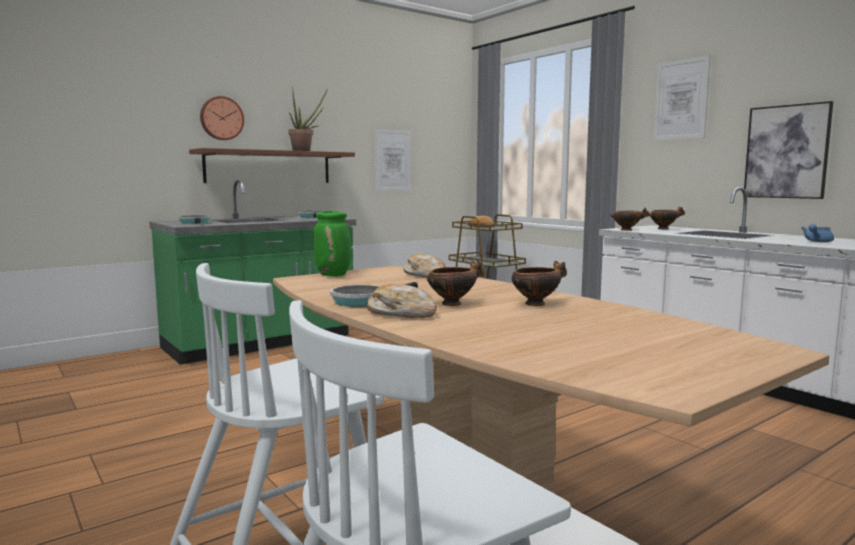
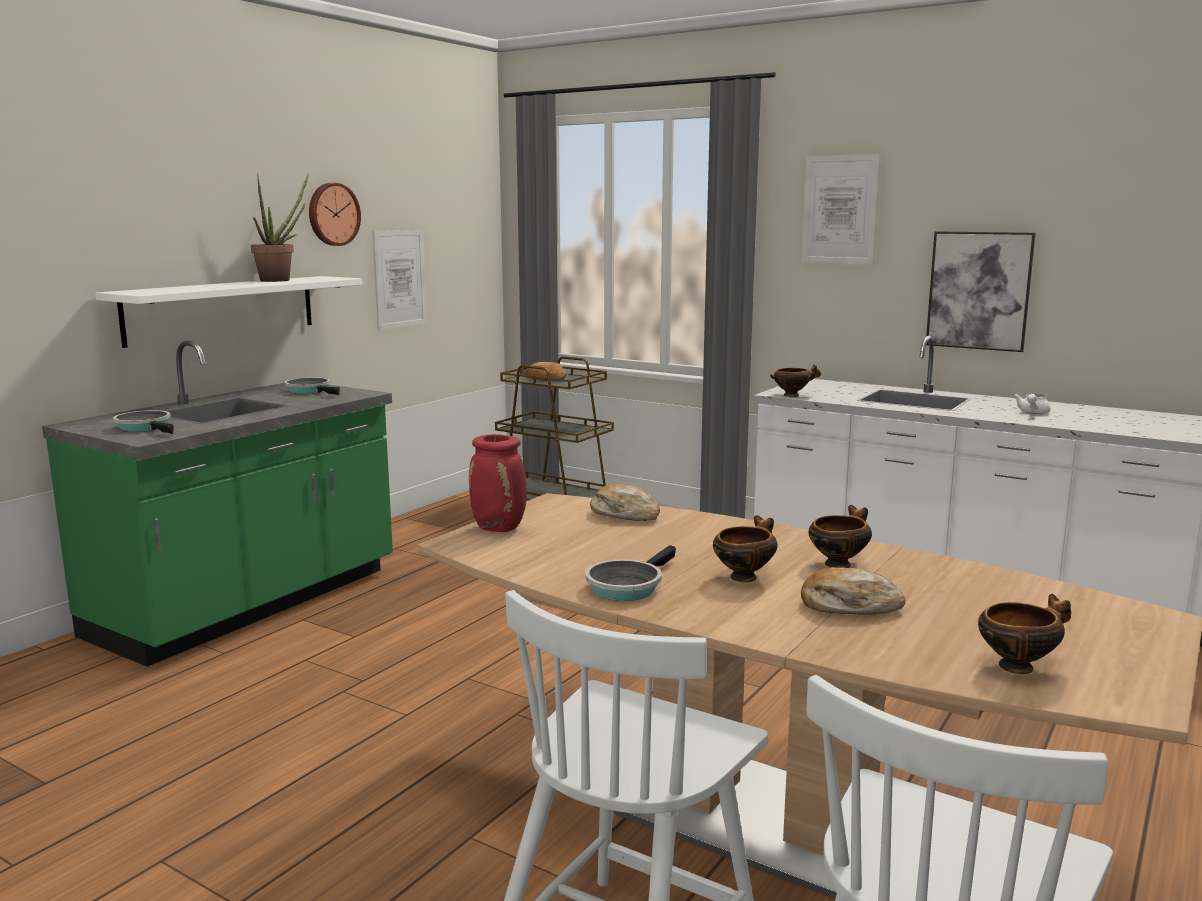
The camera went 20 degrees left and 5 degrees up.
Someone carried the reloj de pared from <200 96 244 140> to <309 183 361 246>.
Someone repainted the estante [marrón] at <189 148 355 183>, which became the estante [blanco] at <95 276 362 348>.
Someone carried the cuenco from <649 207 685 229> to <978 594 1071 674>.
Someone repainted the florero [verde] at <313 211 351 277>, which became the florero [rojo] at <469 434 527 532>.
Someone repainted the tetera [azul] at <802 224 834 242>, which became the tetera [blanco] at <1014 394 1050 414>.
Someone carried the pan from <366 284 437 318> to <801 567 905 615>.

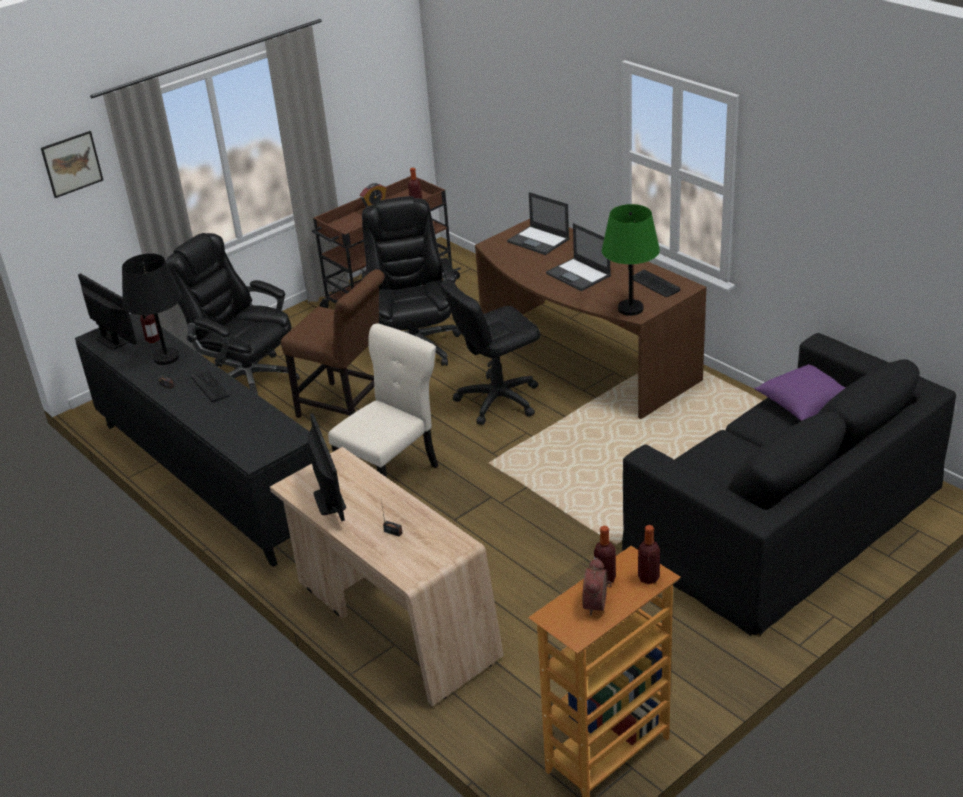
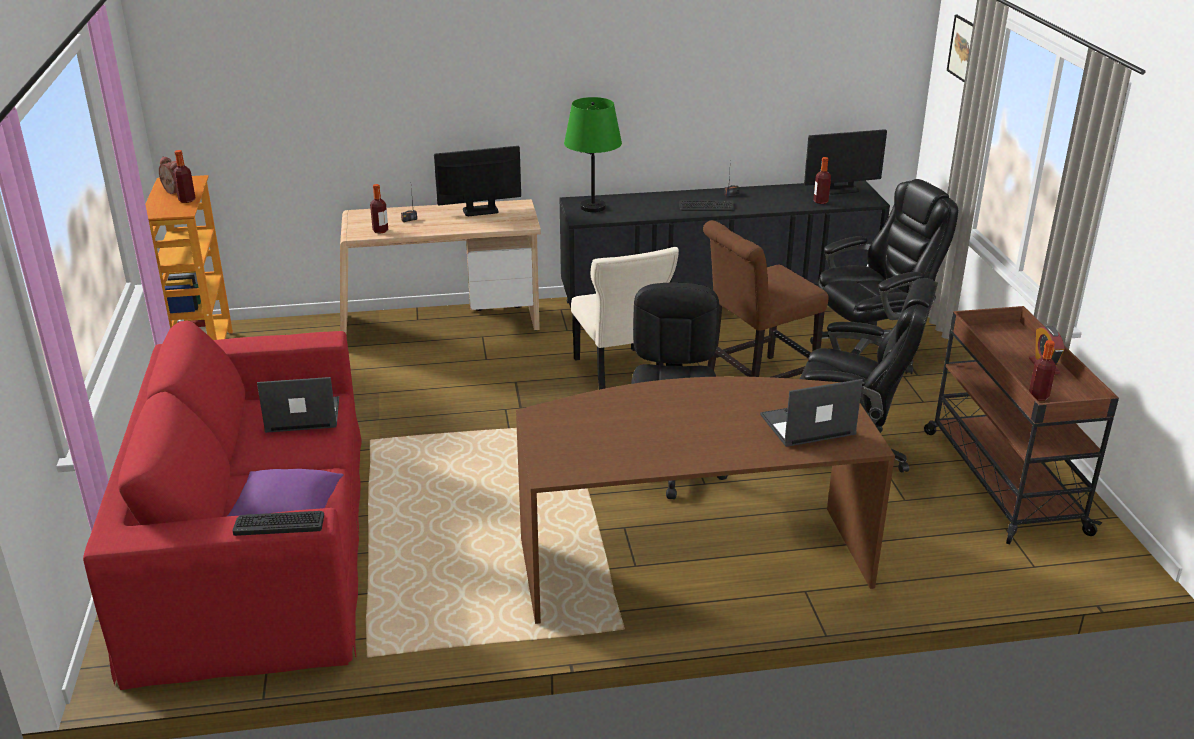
The camera went 120 degrees right and 5 degrees down.
Someone carried the lámpara de mesa [verde] from <602 204 660 316> to <564 97 622 212>.
Someone carried the portátil from <546 223 611 291> to <257 377 339 433>.
Someone took away the lámpara de mesa [negro] at <122 253 182 365>.
Someone carried the teclado from <632 270 680 297> to <232 511 324 536>.
Someone repainted the sofá [negro] at <622 333 956 636>, which became the sofá [rojo] at <83 321 362 690>.
Someone rotated the monitor at <308 413 346 521> by 150 degrees clockwise.
Someone carried the botella from <638 525 660 584> to <370 184 388 233>.

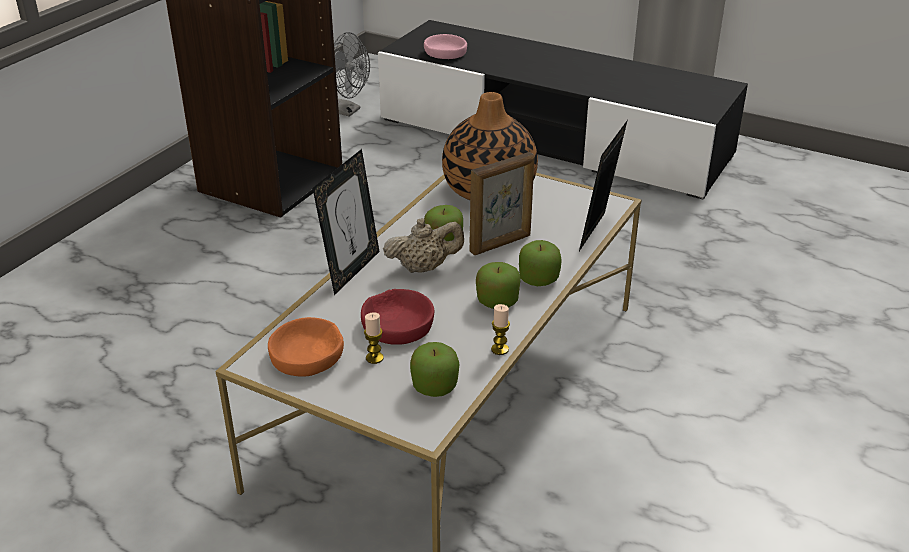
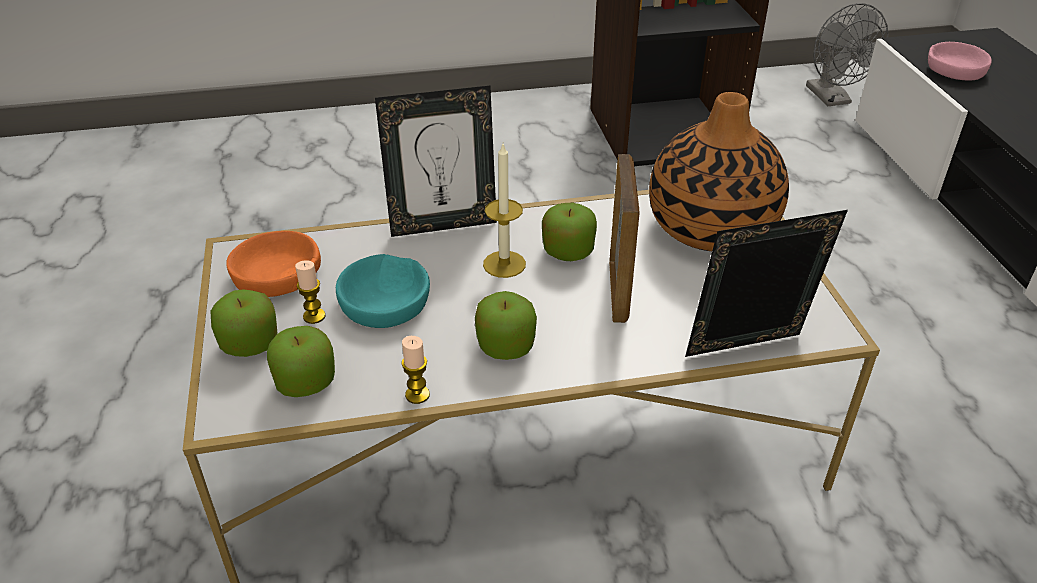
The camera went 50 degrees right and 5 degrees up.
Someone rotated the portarretratos at <469 152 534 255> by 105 degrees counterclockwise.
Someone swapped the tetera [beis] at <383 218 464 273> for the vela at <483 144 526 278>.
Someone carried the manzana from <519 240 562 286> to <210 289 278 357>.
Someone repainted the cuenco [rojo] at <361 289 434 345>, which became the cuenco [turquesa] at <336 254 430 328>.

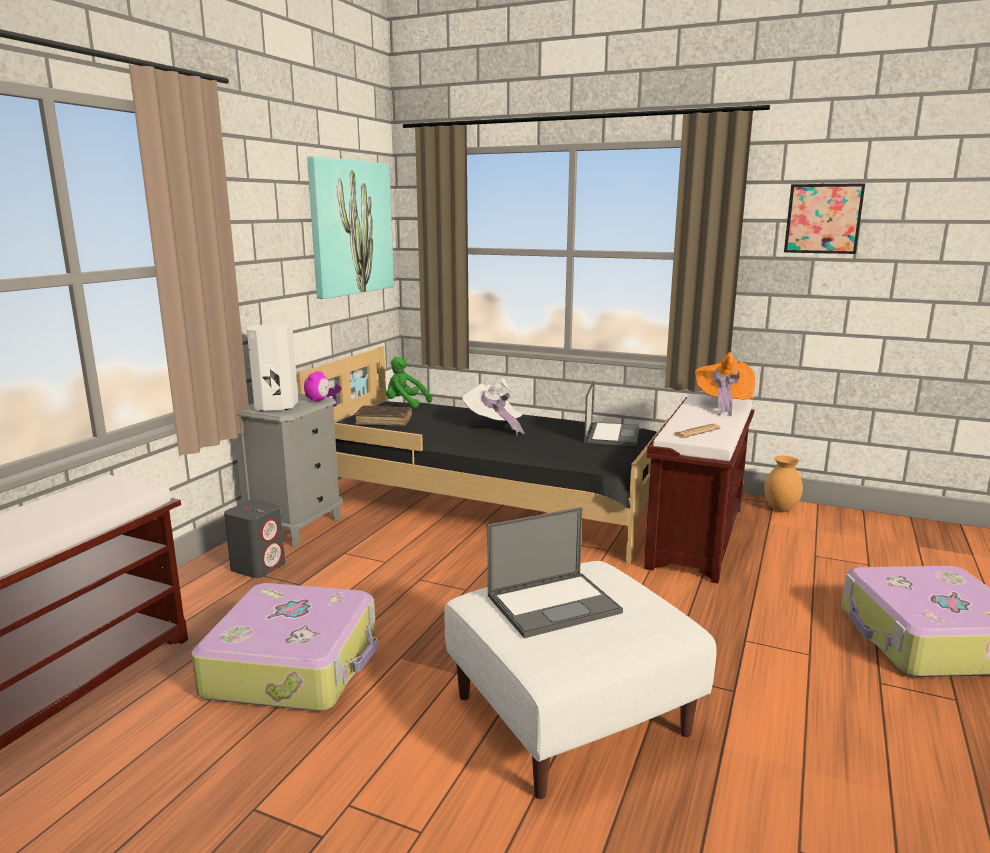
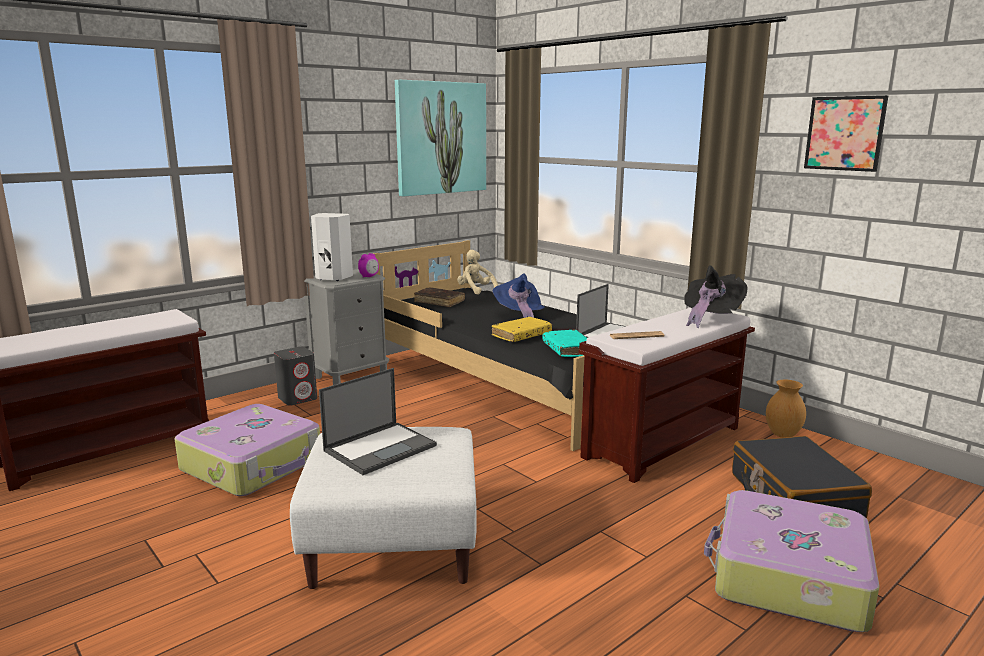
The camera went 25 degrees right and 0 degrees up.
Someone repainted the sombrero [naranja] at <695 352 755 416>, which became the sombrero [negro] at <684 265 748 328>.
Someone repainted the peluche [verde] at <386 357 432 408>, which became the peluche [beis] at <457 250 498 295>.
Someone repainted the sombrero [blanco] at <462 378 524 436>, which became the sombrero [azul] at <492 273 545 318>.
Someone rotated the portátil at <488 507 623 638> by 45 degrees counterclockwise.
Someone put down the libro [amarillo] at <492 317 552 342>.
Someone put down the libro [turquesa] at <542 330 587 357>.
Someone put down the maleta [negro] at <732 436 872 518>.

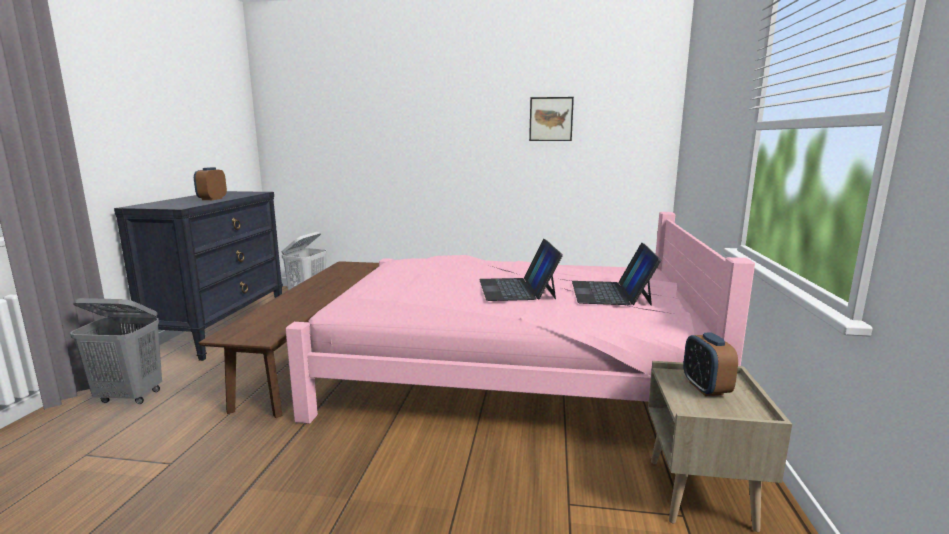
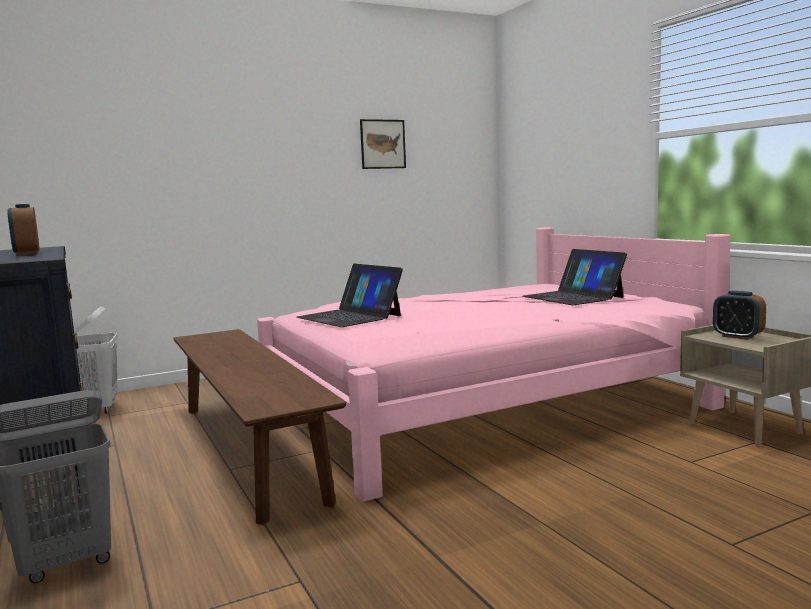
The camera went 35 degrees left and 5 degrees down.
Someone carried the portátil from <479 239 563 301> to <297 264 403 327>.

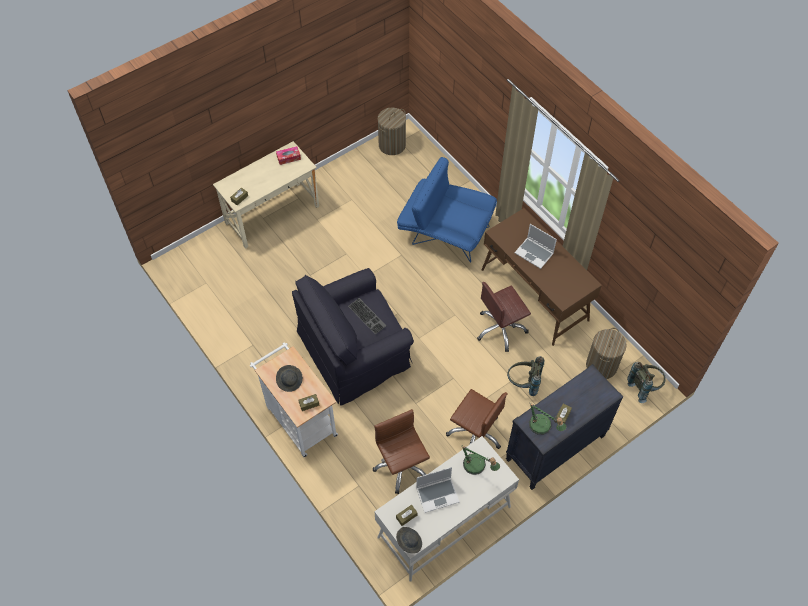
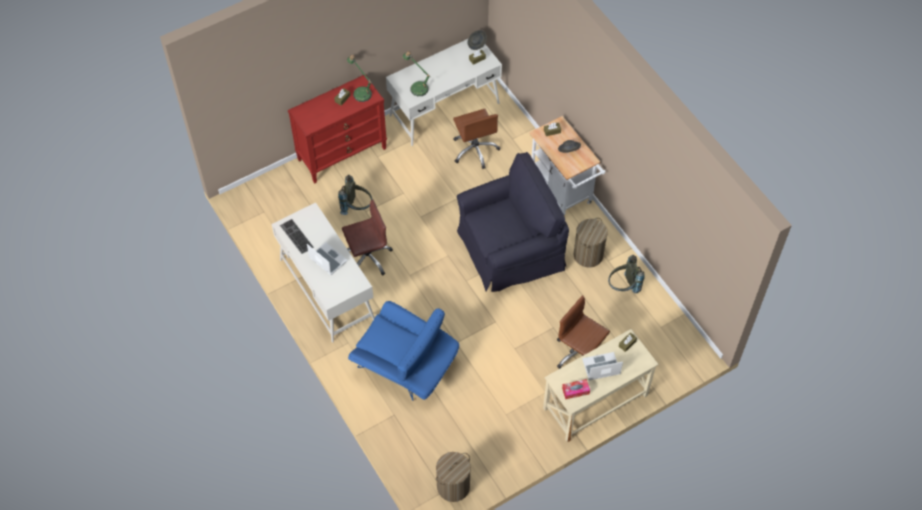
The camera went 175 degrees left and 0 degrees up.
Someone repainted the escritorio [marrón] at <482 208 602 346>, which became the escritorio [blanco] at <272 203 375 342>.
Someone carried the teclado from <348 298 387 334> to <280 219 314 254>.
Someone carried the cesto de la ropa from <586 328 627 379> to <574 218 608 268>.
Someone carried the mochila [gris] from <627 362 666 403> to <608 255 645 294>.
Someone repainted the cómoda [negro] at <506 364 624 490>, which became the cómoda [rojo] at <288 74 387 184>.
Someone carried the silla de oficina [marrón] from <446 389 508 449> to <557 295 610 369>.
Someone carried the portátil from <416 467 459 513> to <582 352 623 380>.

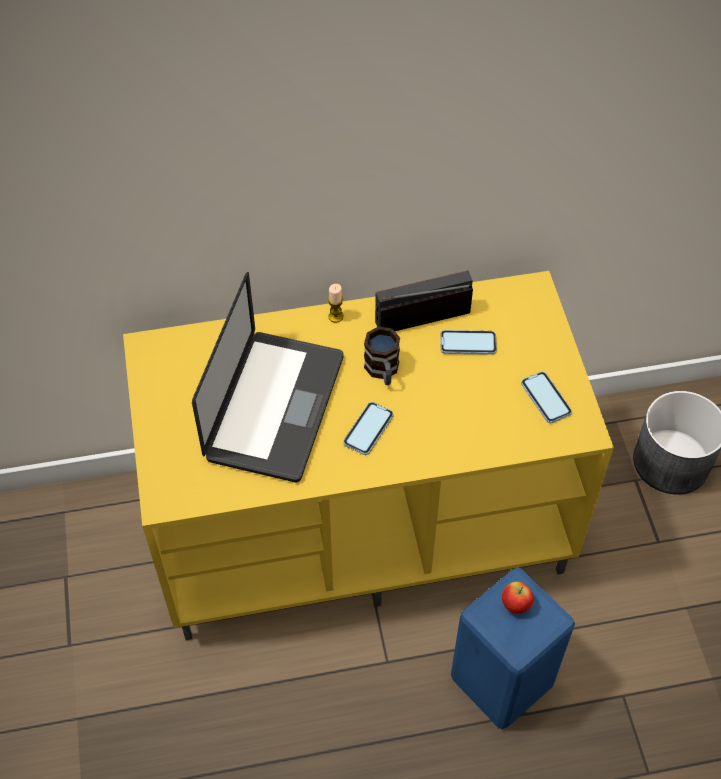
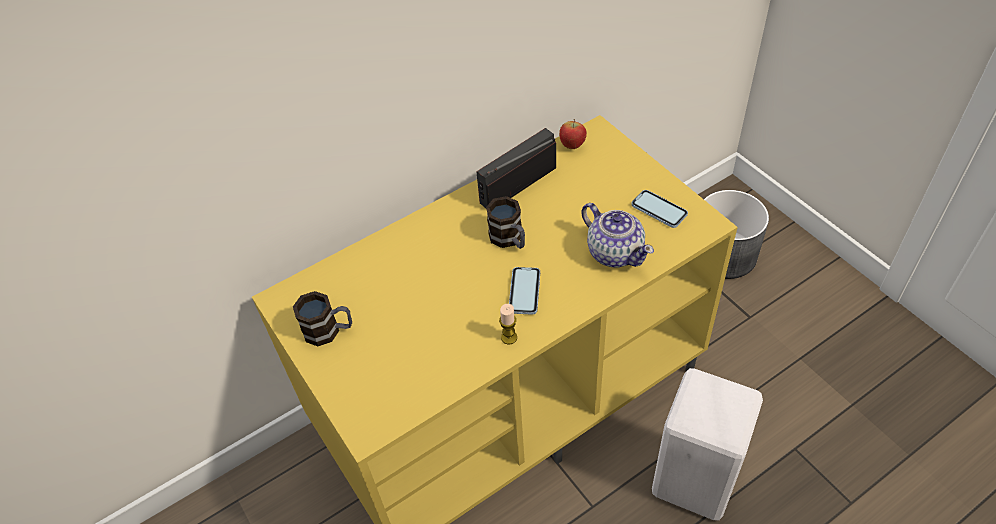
The camera went 20 degrees left and 5 degrees down.
Someone took away the portátil at <192 272 344 482>.
Someone carried the vela from <328 284 343 323> to <499 304 517 344>.
Someone took away the móvil at <440 330 497 355>.
Someone repainted the taburete [azul] at <451 568 575 729>, which became the taburete [blanco] at <652 368 763 521>.
Someone carried the manzana from <502 582 534 614> to <559 119 587 149>.
Someone put down the tetera at <581 203 654 268>.
Someone put down the taza grande at <293 291 352 346>.

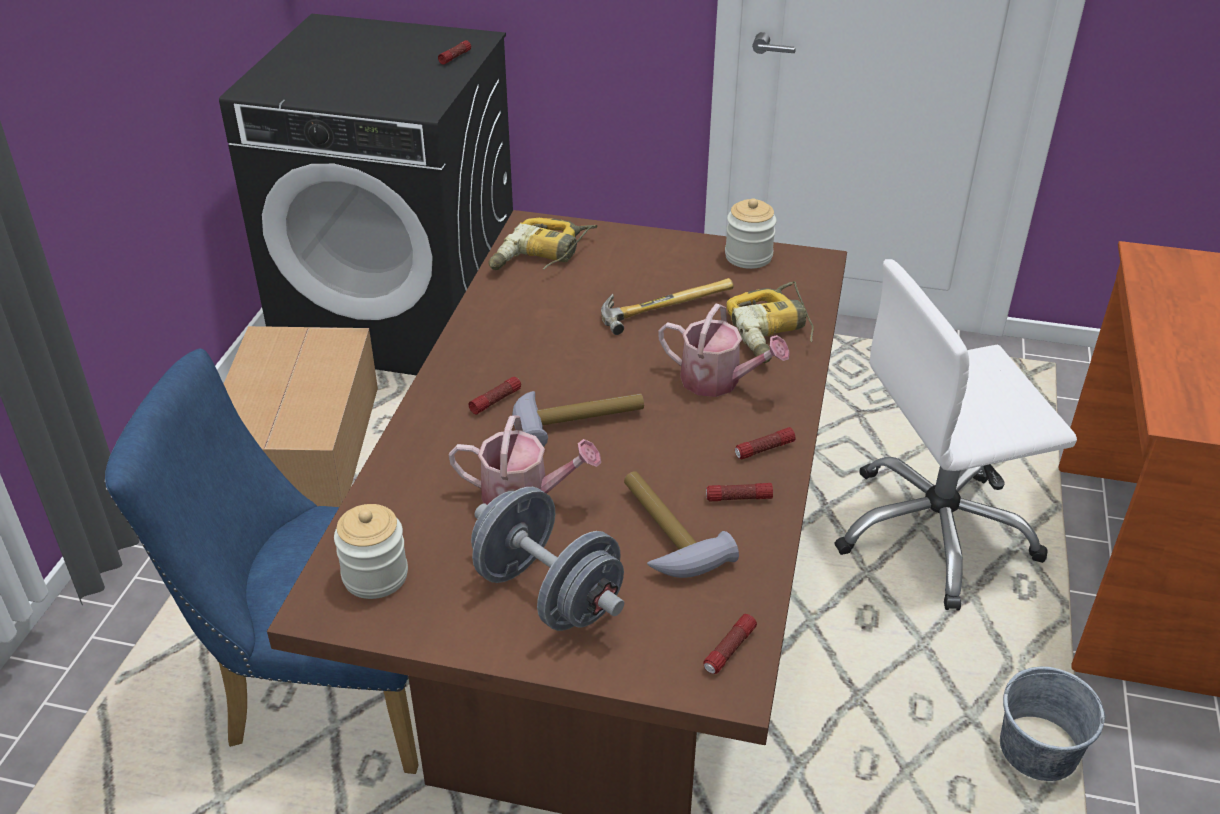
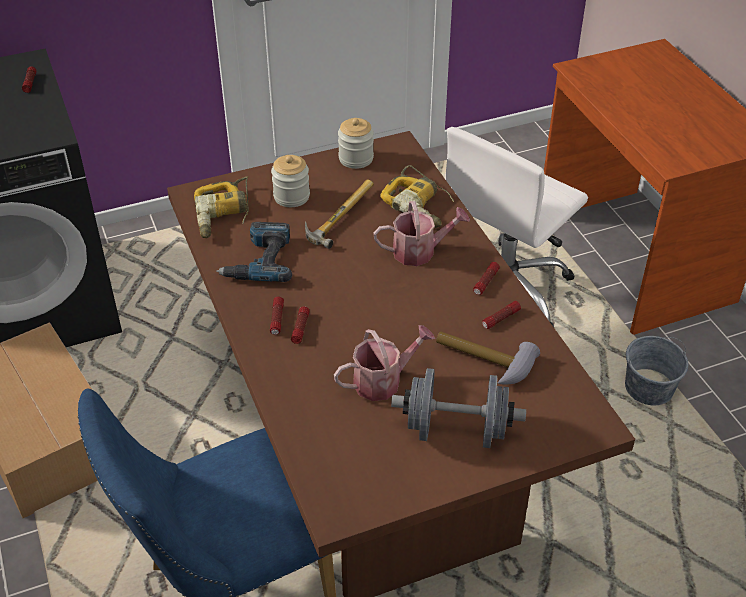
The camera went 35 degrees left and 5 degrees up.
Someone took away the martillo at <512 391 644 447>.
Someone carried the tarro from <334 504 408 599> to <271 155 310 207>.
Someone carried the linterna from <703 614 757 674> to <270 297 284 335>.
Someone put down the taladro at <216 222 292 282>.

